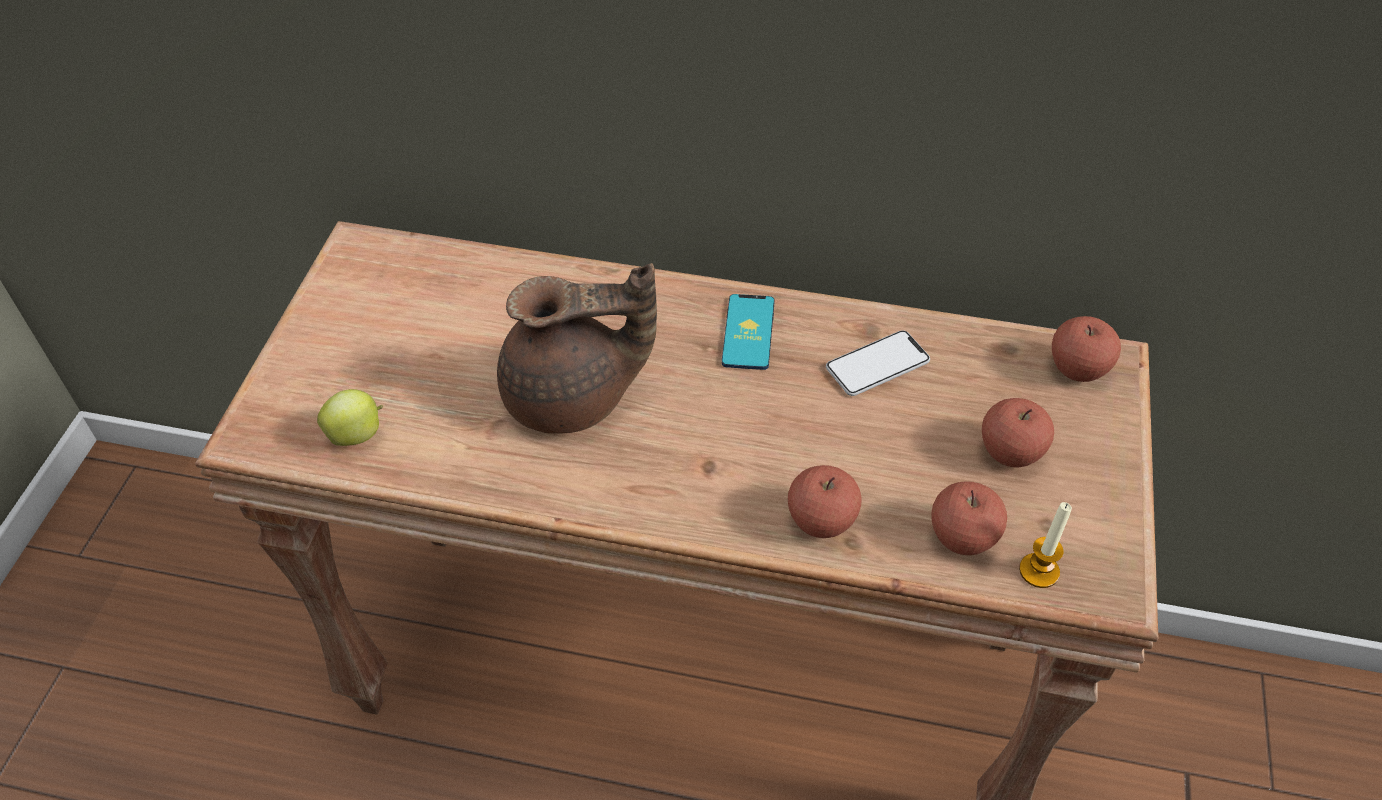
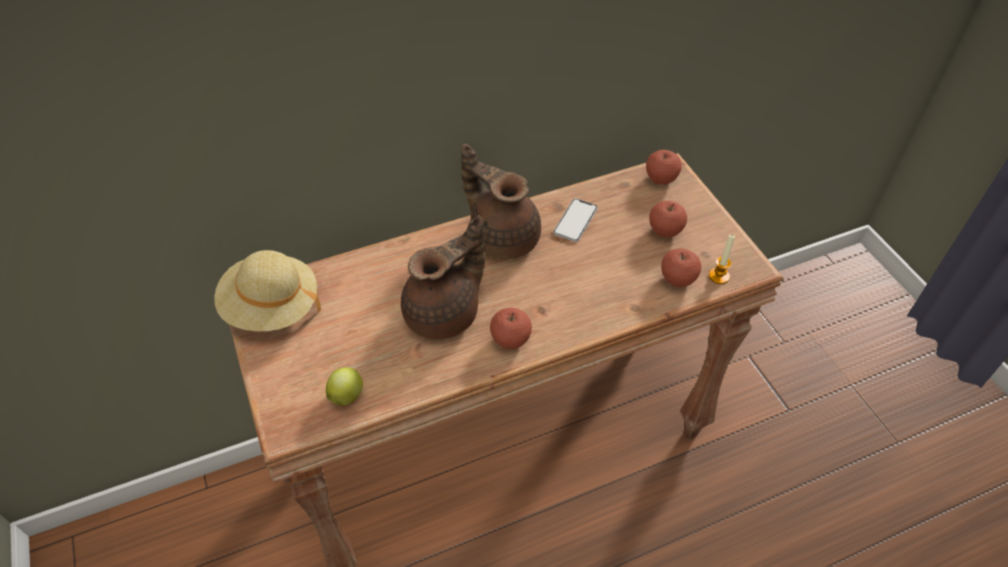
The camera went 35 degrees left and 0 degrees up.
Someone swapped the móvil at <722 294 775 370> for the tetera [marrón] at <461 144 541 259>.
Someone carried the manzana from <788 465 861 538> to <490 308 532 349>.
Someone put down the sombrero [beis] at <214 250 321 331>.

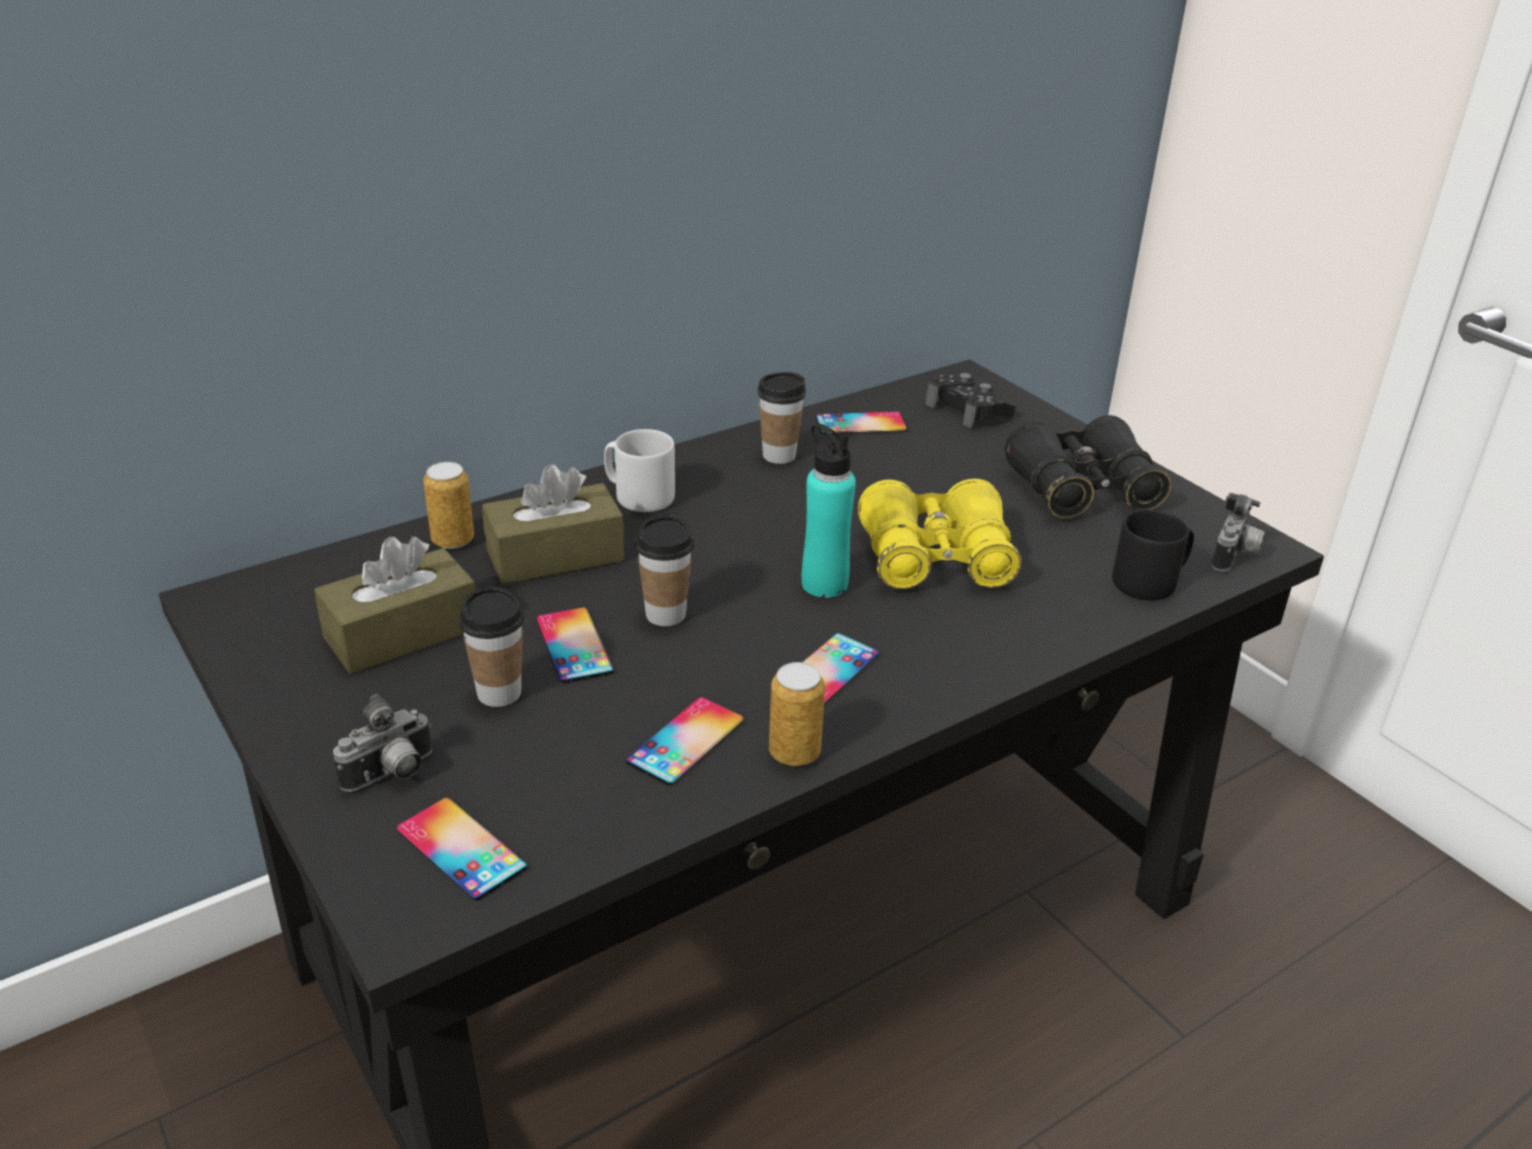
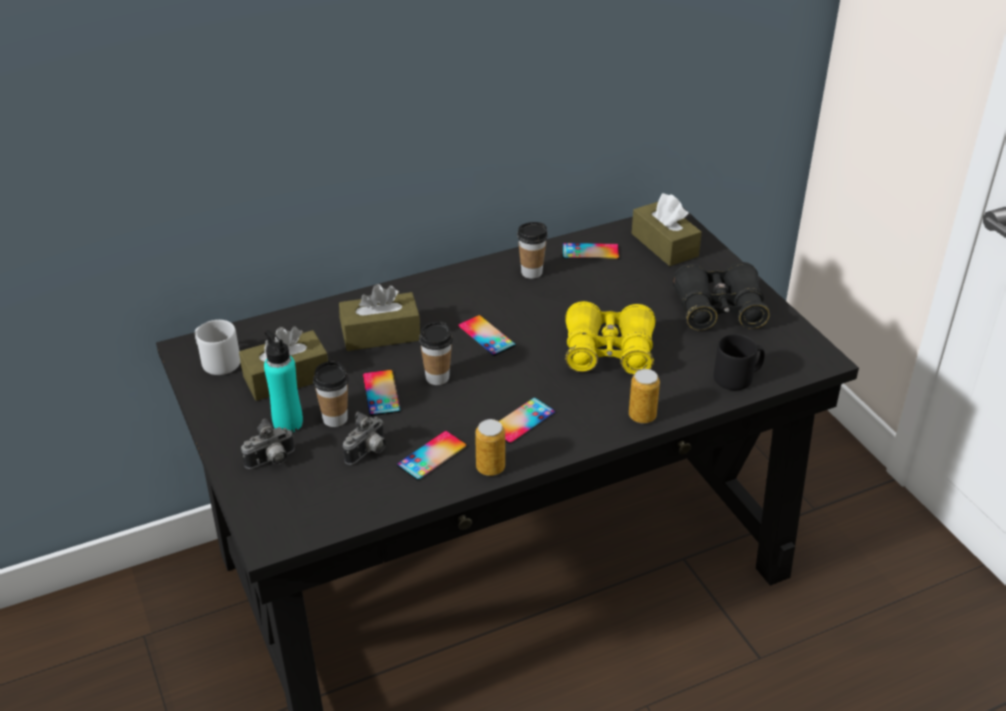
The camera went 10 degrees right and 5 degrees up.
Someone swapped the mando de consola [negro] at <926 373 1016 428> for the caja de pañuelos [marrón] at <631 193 702 266>.
Someone carried the botella [turquesa] from <802 424 856 598> to <264 330 303 432>.
Someone carried the taza grande [gris] from <604 429 675 512> to <195 320 240 375>.
Someone carried the lata from <423 462 474 549> to <629 369 660 423>.
Someone carried the cámara from <1211 493 1265 572> to <343 411 386 465>.
Someone carried the móvil from <397 798 527 901> to <458 315 516 356>.

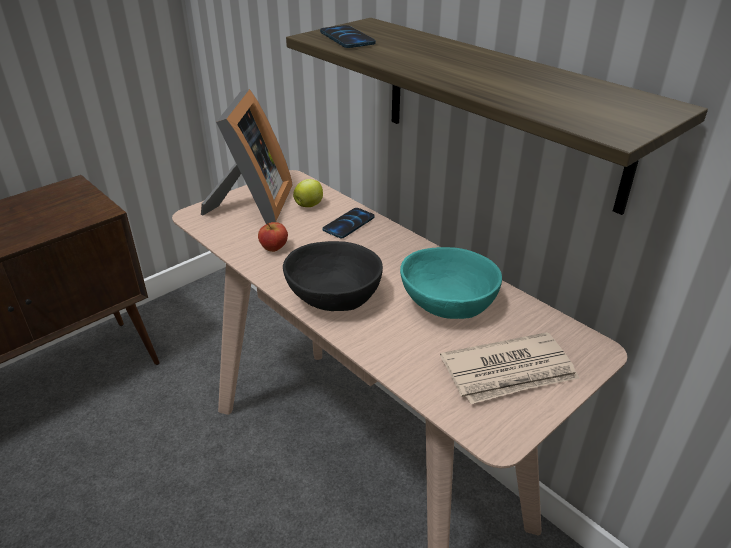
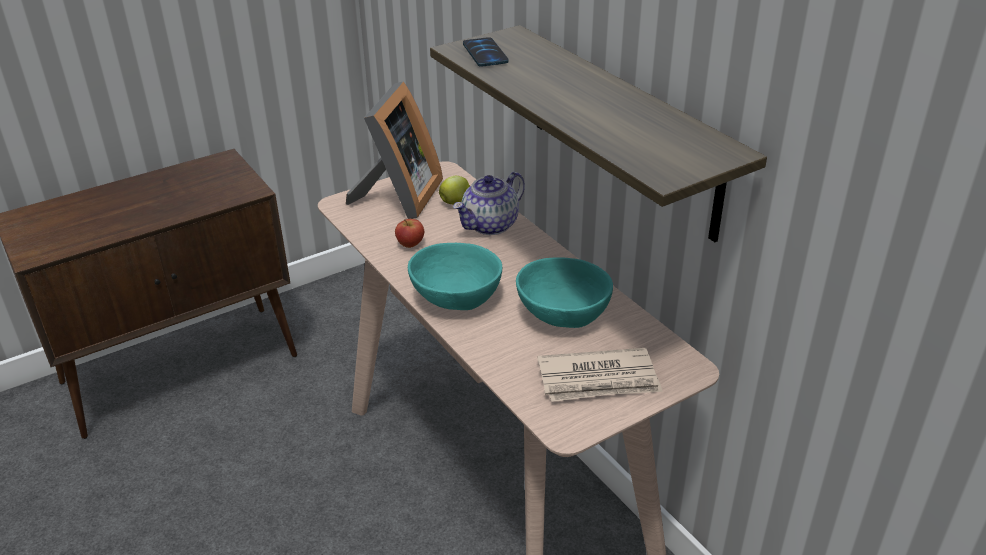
The camera went 10 degrees right and 0 degrees up.
Someone swapped the móvil at <322 208 375 238> for the tetera at <453 172 525 235>.
Someone repainted the cuenco [negro] at <283 241 383 311>, which became the cuenco [turquesa] at <408 243 502 310>.

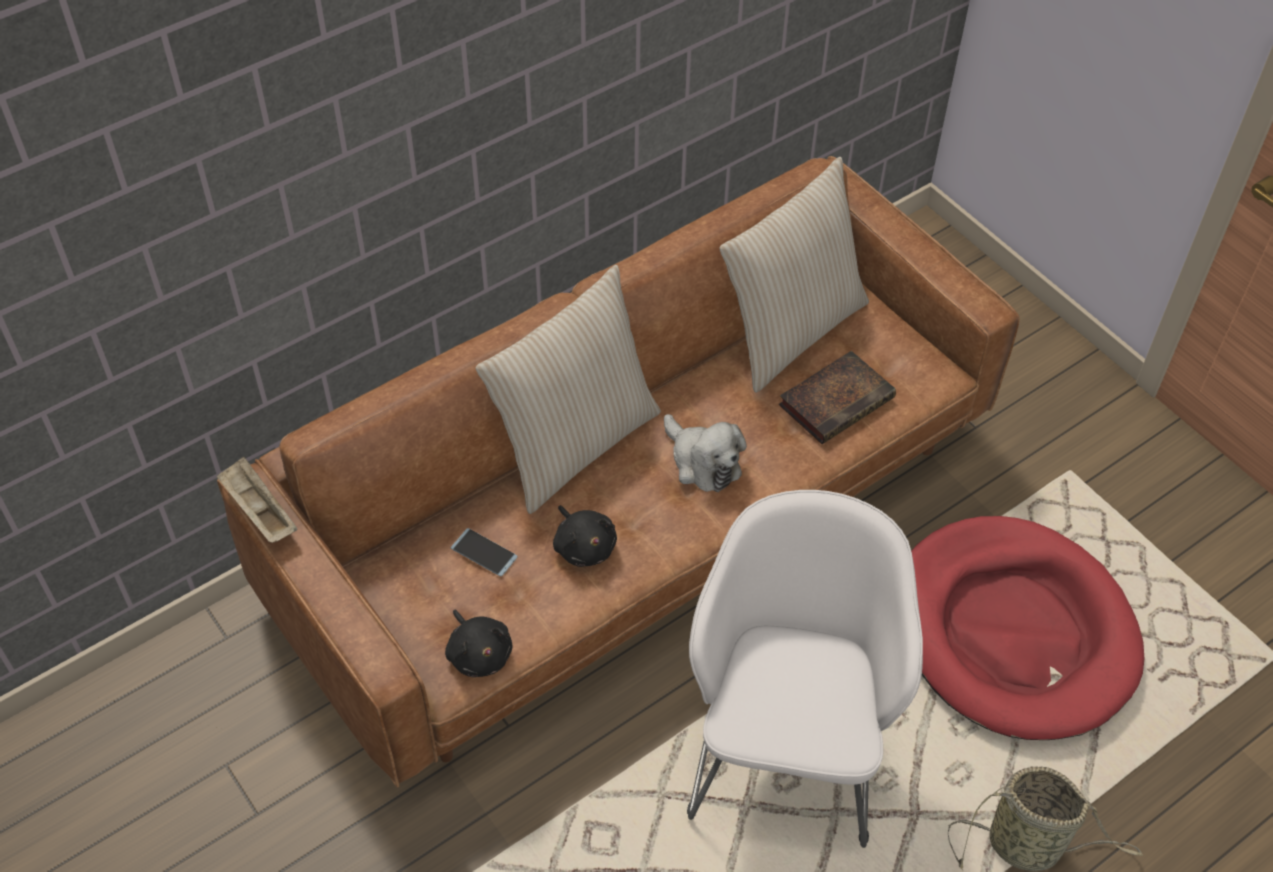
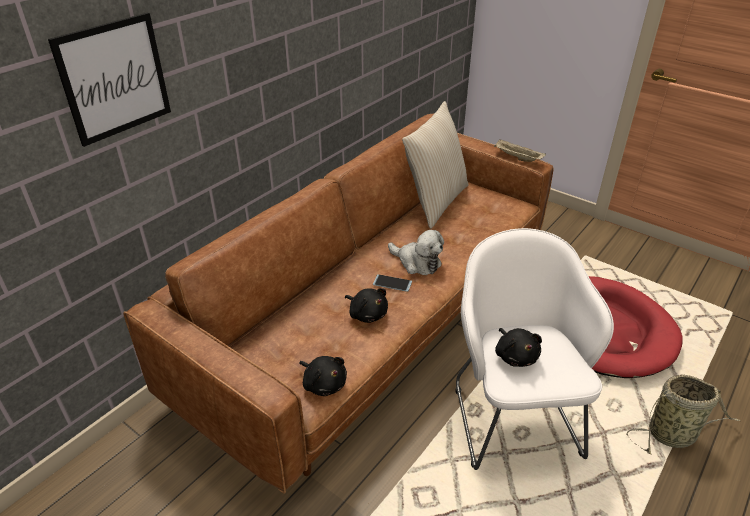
The camera went 15 degrees left and 15 degrees down.
Someone took away the cojín [beis] at <476 265 661 514>.
Someone took away the libro at <779 351 896 444>.
Someone carried the bandeja [beis] from <217 457 298 543> to <494 140 546 162>.
Someone carried the móvil from <451 528 518 577> to <373 274 412 292>.
Someone put up the cuadro at <48 12 171 147>.
Someone put down the peluche [negro] at <495 328 542 367>.

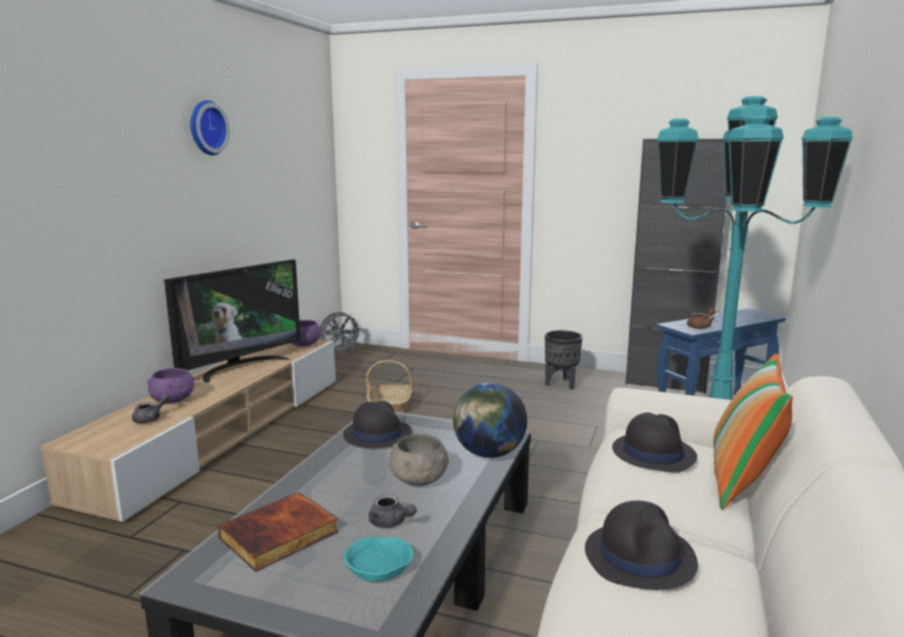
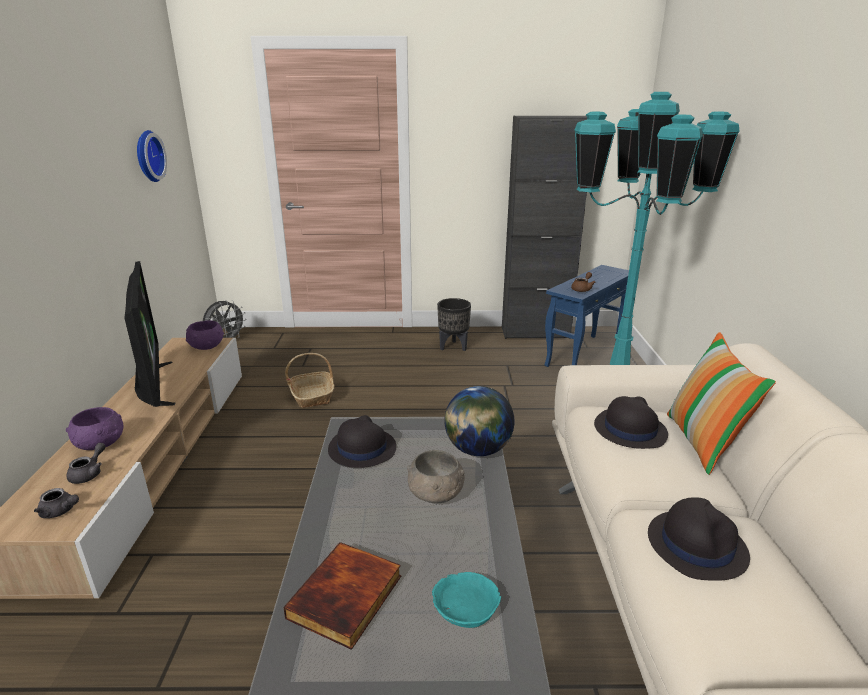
The camera went 20 degrees left and 10 degrees up.
Someone carried the reloj de pared from <190 100 230 155> to <137 130 167 182>.
Someone rotated the televisor at <164 259 301 383> by 45 degrees counterclockwise.
Someone carried the tetera [gris] from <369 495 417 528> to <34 488 79 518>.

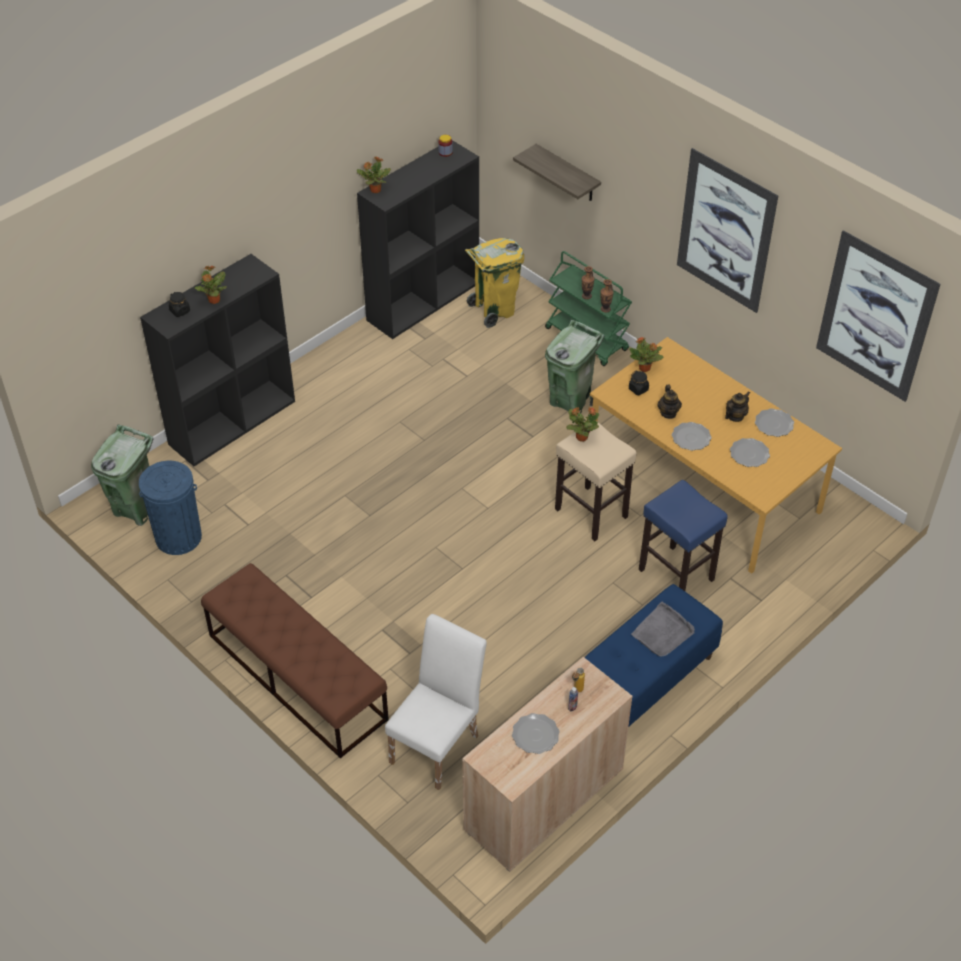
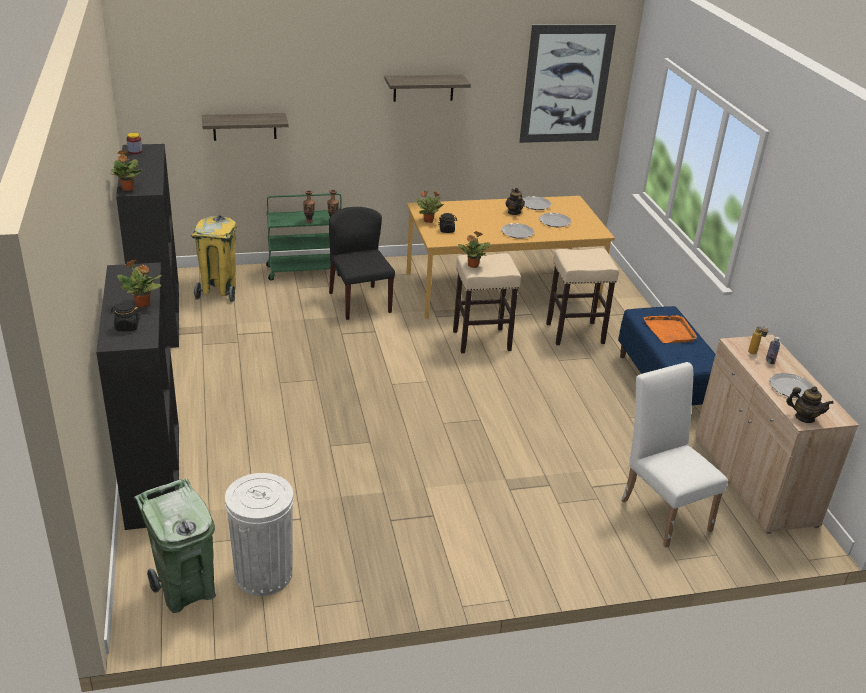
The camera went 60 degrees left and 15 degrees down.
Someone swapped the cuadro at <677 148 778 313> for the estante at <384 75 471 102>.
Someone swapped the papelera [verde] at <545 320 604 413> for the silla [negro] at <329 207 395 320>.
Someone carried the tetera from <657 385 682 419> to <786 386 834 423>.
Someone repainted the papelera [azul] at <139 461 202 555>, which became the papelera [blanco] at <225 473 293 596>.
Someone repainted the taburete [azul] at <639 480 728 591>, which became the taburete [beis] at <546 248 619 345>.
Someone took away the banco [marrón] at <201 563 389 759>.
Someone repainted the bandeja [gris] at <631 601 695 657>, which became the bandeja [naranja] at <643 315 697 343>.

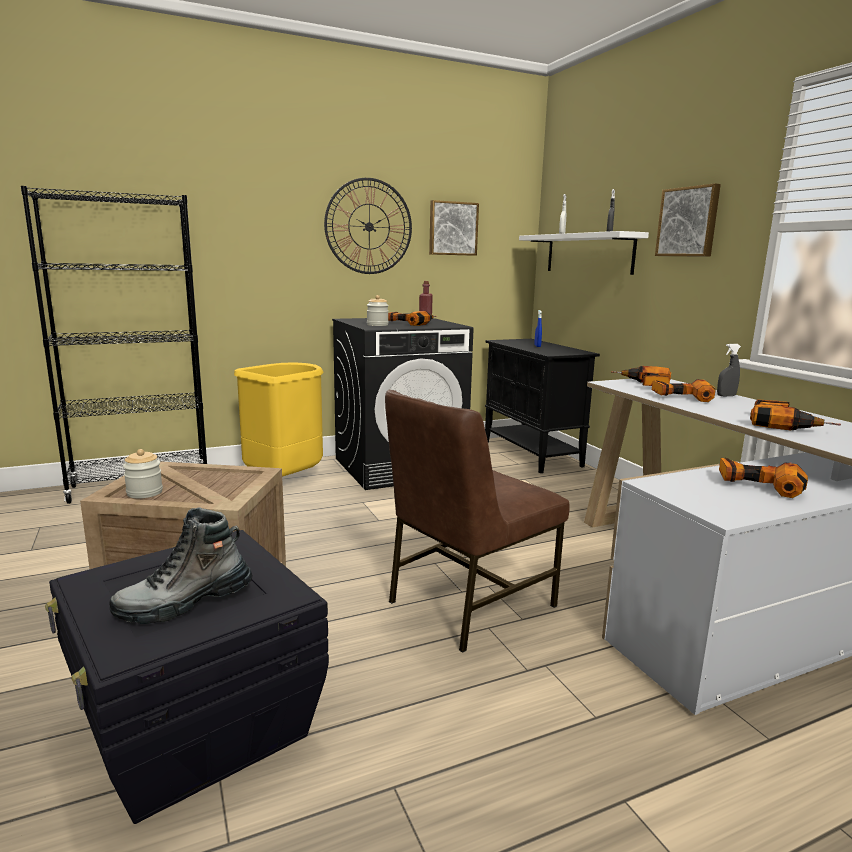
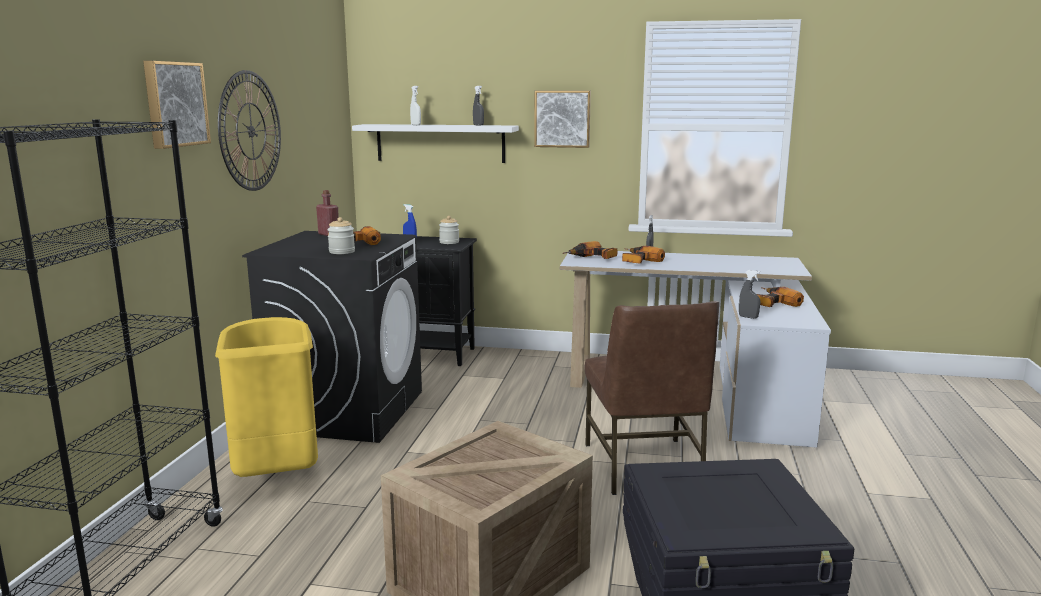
The camera went 55 degrees left and 0 degrees up.
Someone carried the cuadro from <429 200 479 256> to <143 61 211 149>.
Someone took away the taladro at <750 399 841 430>.
Someone carried the tarro from <123 449 163 499> to <439 216 459 244>.
Someone took away the bota at <110 508 253 624>.
Someone put down the pulverizador [gris] at <739 270 760 319>.

